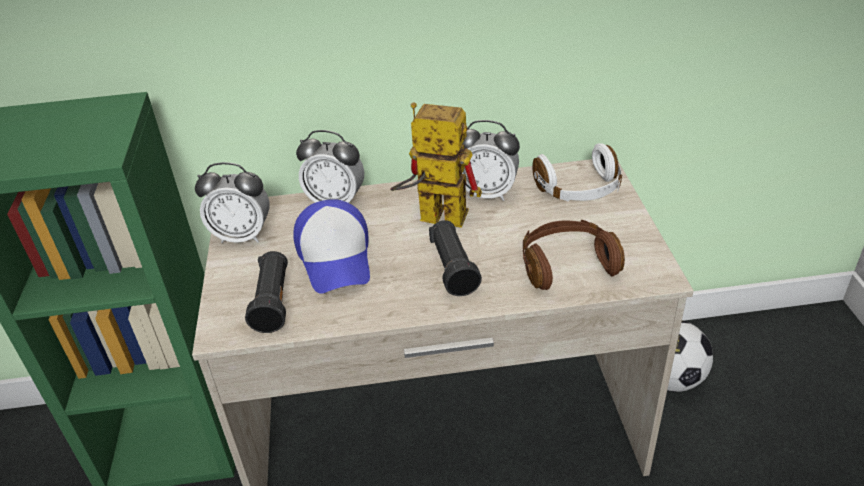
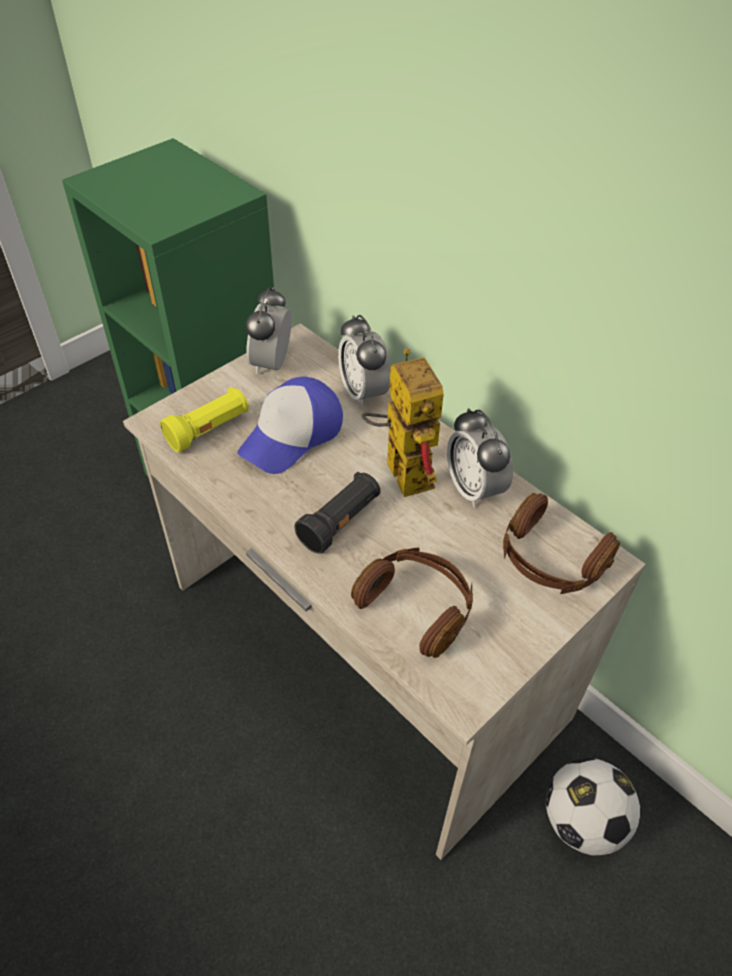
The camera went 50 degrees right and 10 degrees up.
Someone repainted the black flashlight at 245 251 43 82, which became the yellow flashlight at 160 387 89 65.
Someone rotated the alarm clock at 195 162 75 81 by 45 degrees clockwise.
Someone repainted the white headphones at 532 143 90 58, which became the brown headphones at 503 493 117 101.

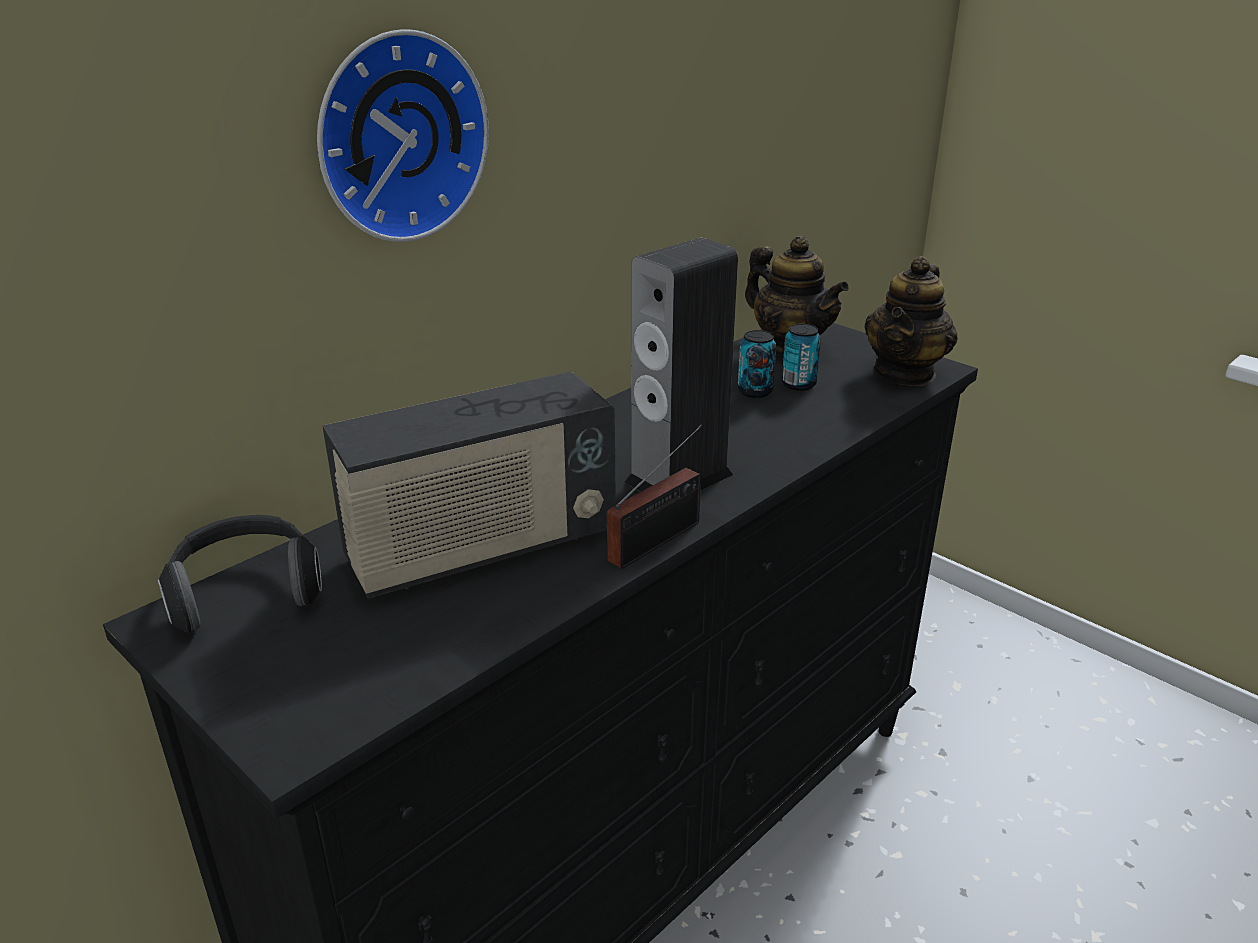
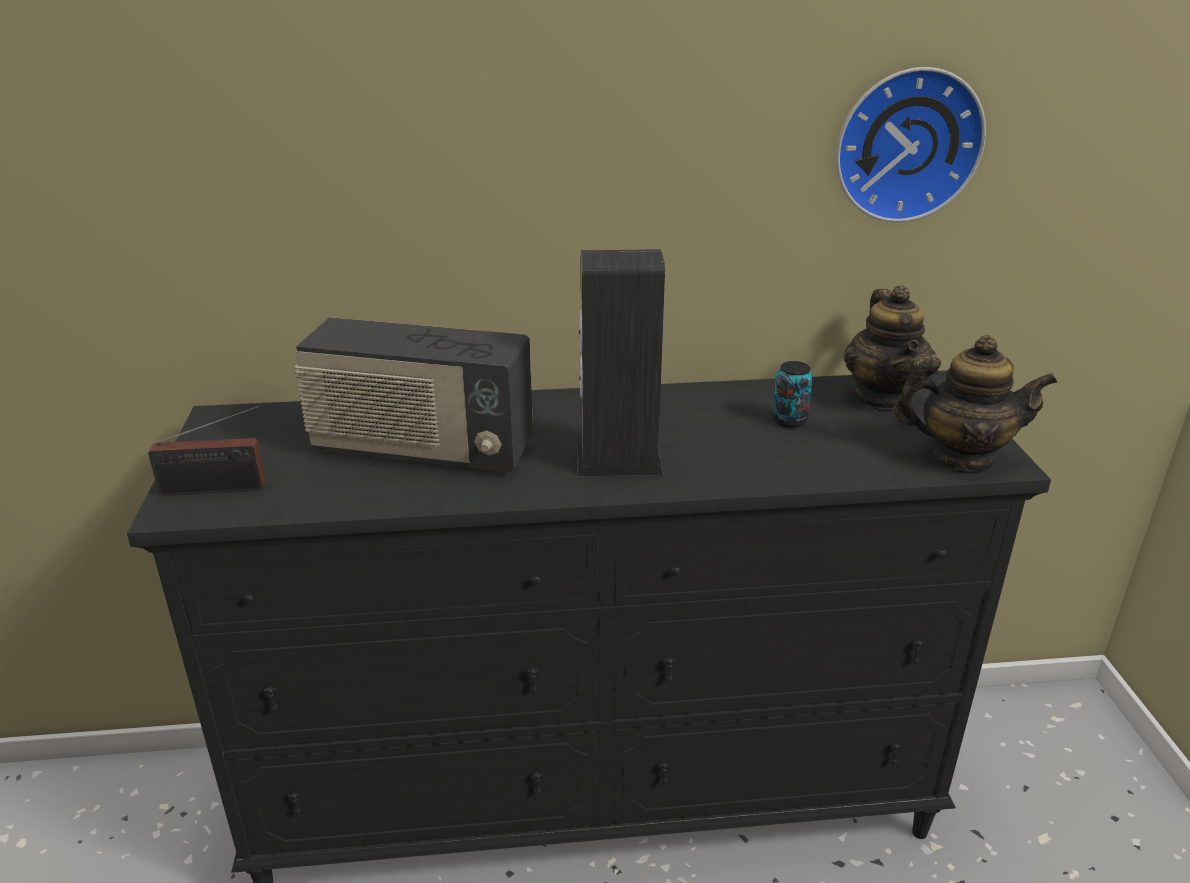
The camera went 40 degrees right and 0 degrees up.
Someone carried the radio from 607 425 95 144 to 148 405 117 91.
Someone carried the wall clock from 317 30 172 212 to 836 67 150 155.
Someone rotated the teapot at 865 256 93 130 by 150 degrees counterclockwise.
Someone took away the headphones at 158 515 164 117.
Someone took away the can at 782 324 39 67.

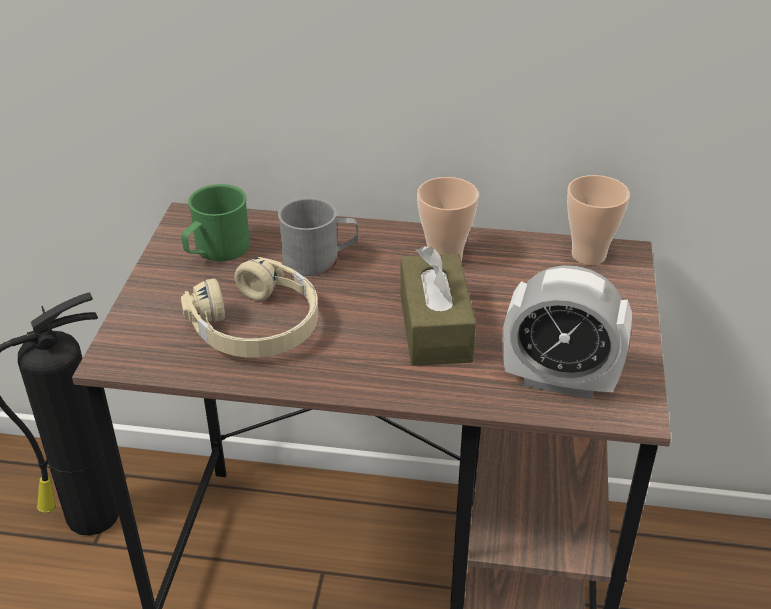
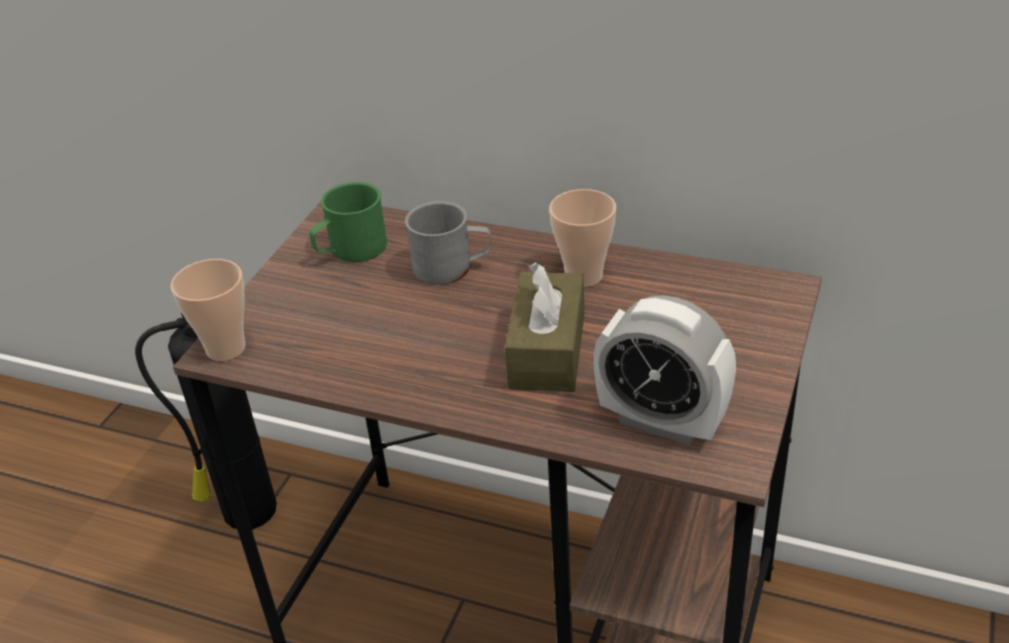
The camera went 15 degrees right and 0 degrees up.
Someone carried the cup from 567 175 63 90 to 171 259 74 102.
Someone took away the beige headphones at 181 257 137 101.

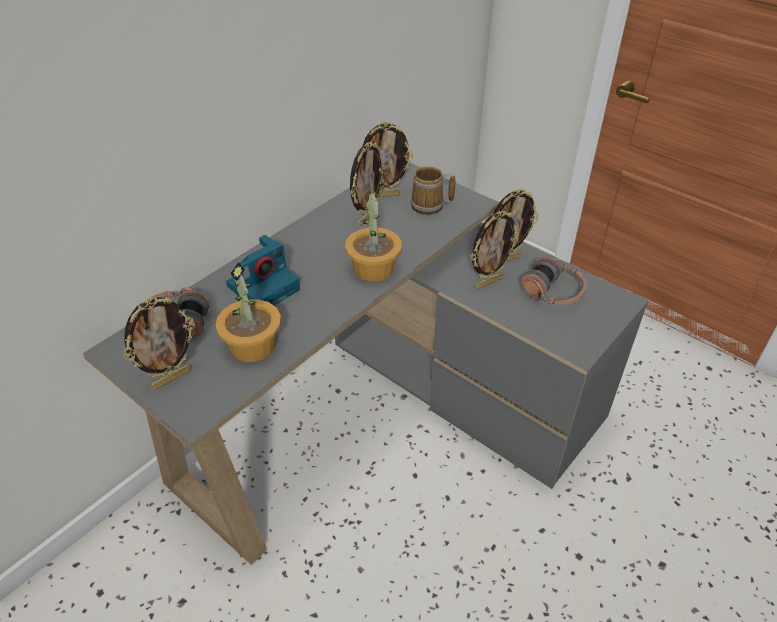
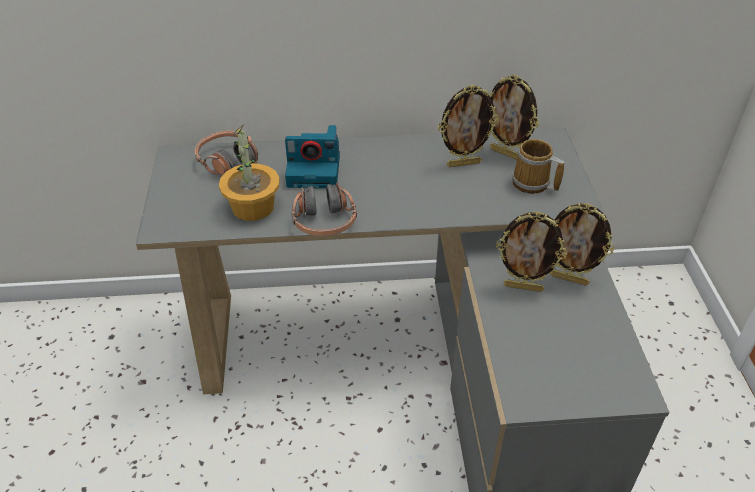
The camera went 45 degrees right and 0 degrees up.
Someone carried the headphones from 521 257 66 48 to 291 183 66 53.
Someone took away the picture frame at 123 297 72 93.
Someone took away the potted plant at 345 188 57 94.

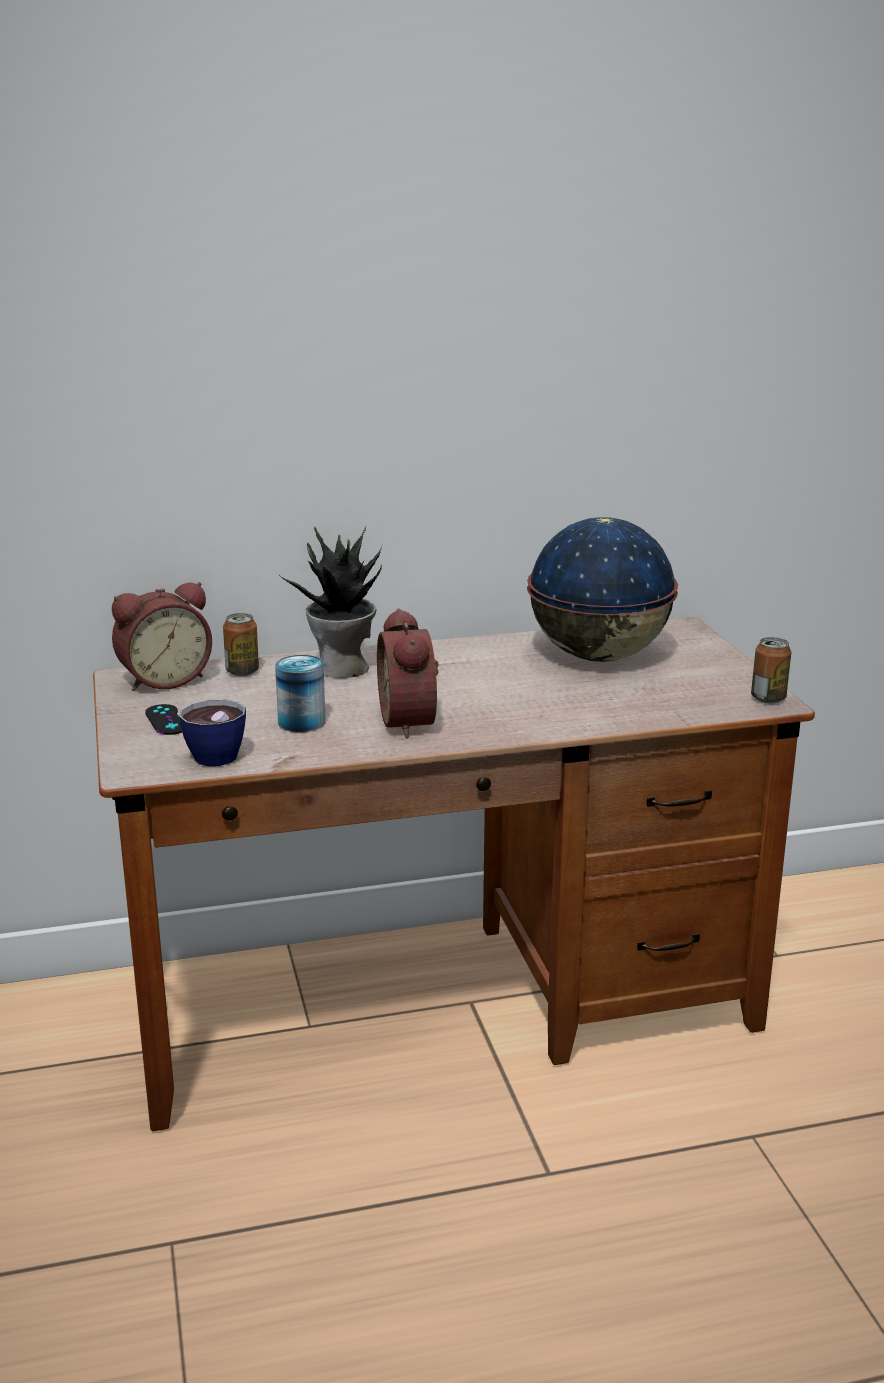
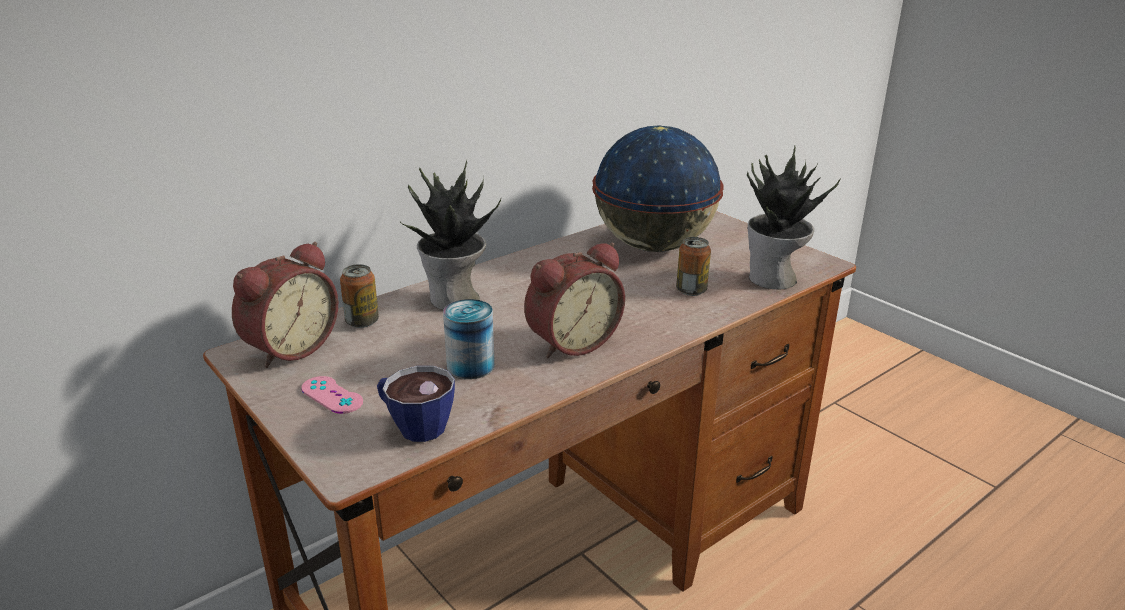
The camera went 25 degrees left and 5 degrees up.
Someone repainted the black game controller at 145 704 37 31, which became the pink game controller at 301 376 62 38.
Someone rotated the alarm clock at 377 608 62 131 by 90 degrees counterclockwise.
Someone carried the can from 751 637 40 66 to 676 237 35 59.
Someone put down the potted plant at 747 145 94 145.

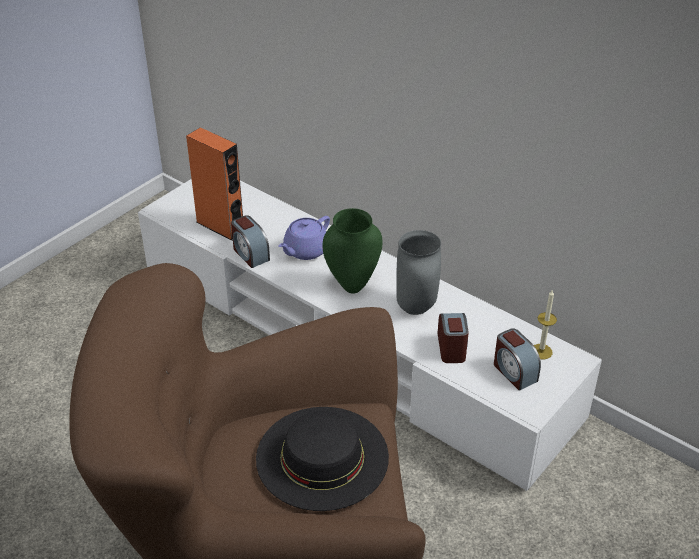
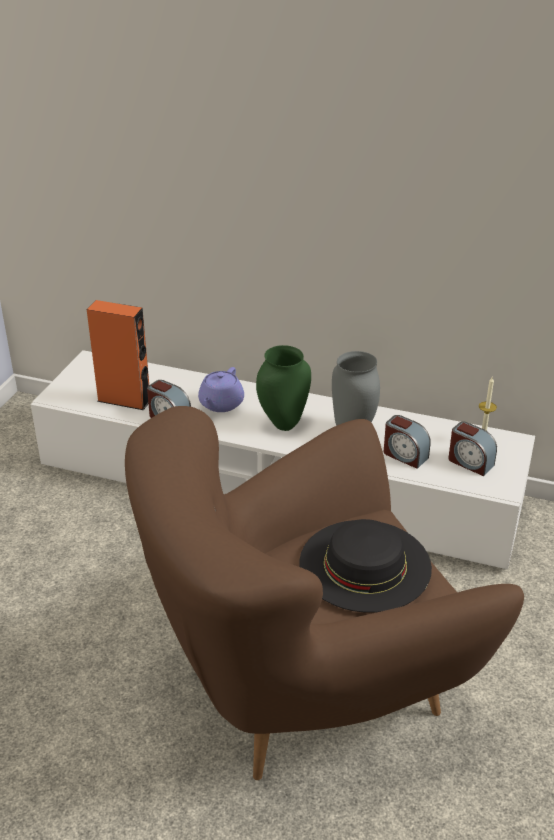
The camera went 20 degrees left and 5 degrees down.
Someone rotated the alarm clock at 438 313 31 50 by 150 degrees clockwise.

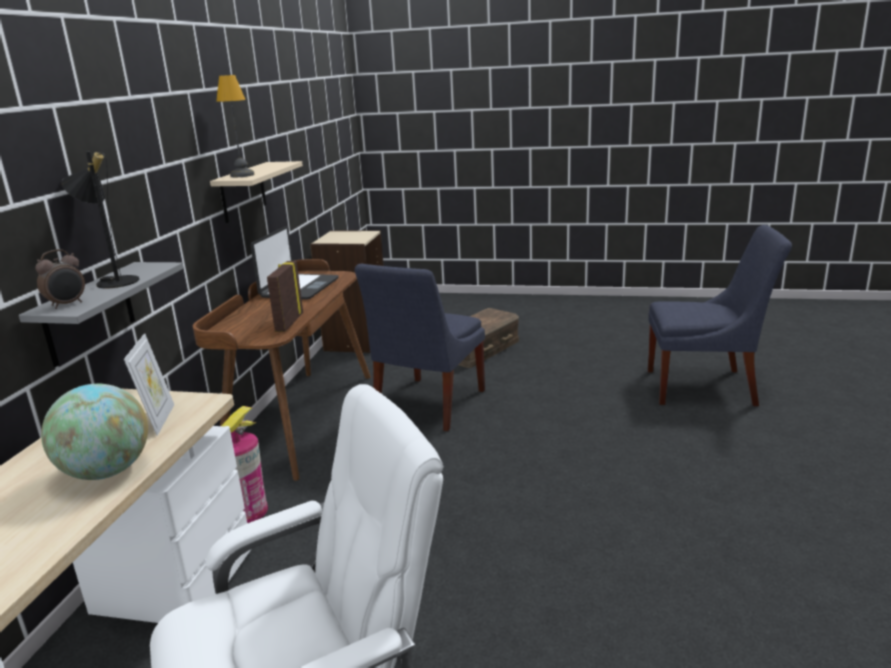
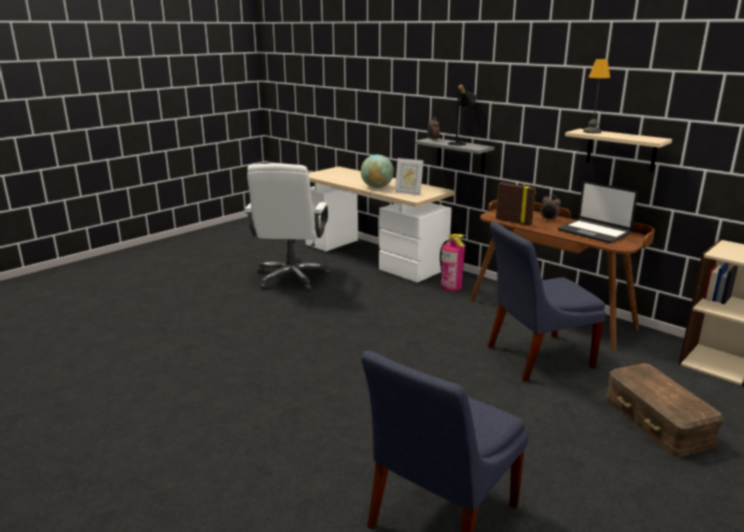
The camera went 120 degrees right and 0 degrees up.
Someone rotated the blue chair at 355 264 130 167 by 75 degrees counterclockwise.
Someone put down the alarm clock at 540 195 21 27.

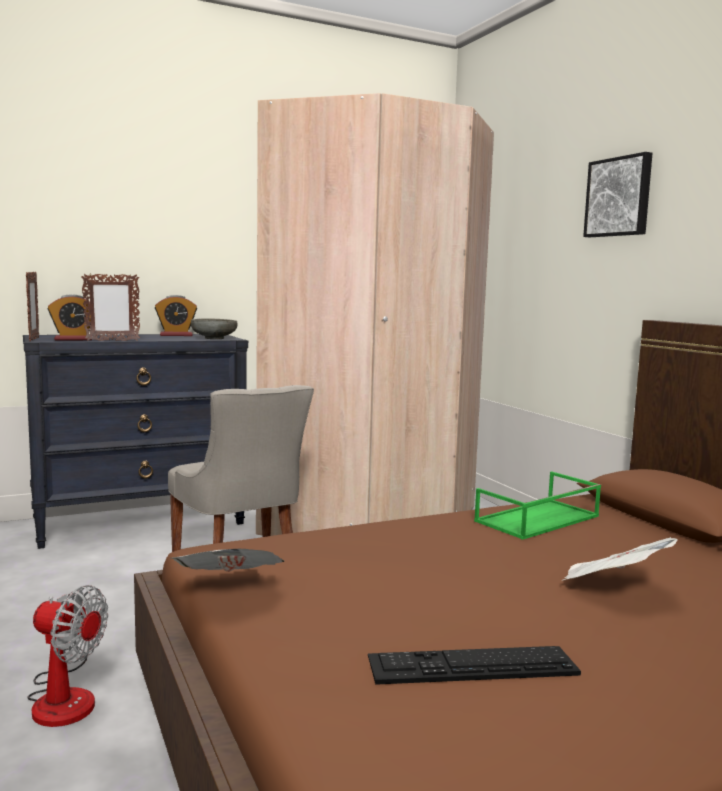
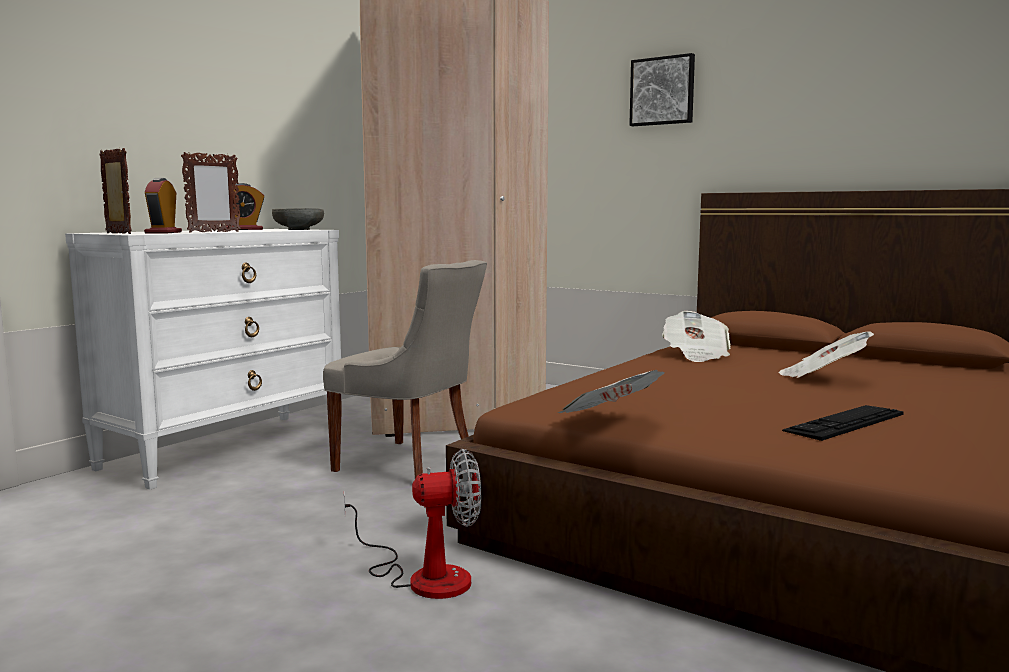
The camera went 30 degrees left and 0 degrees up.
Someone repainted the black dresser at 23 334 225 215, which became the white dresser at 65 229 277 261.
Someone rotated the alarm clock at 47 294 45 46 by 135 degrees clockwise.
Someone swapped the green tray at 474 471 127 69 for the newspaper at 662 311 69 51.

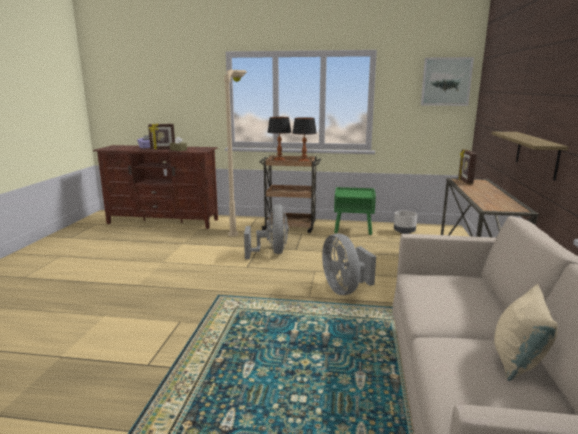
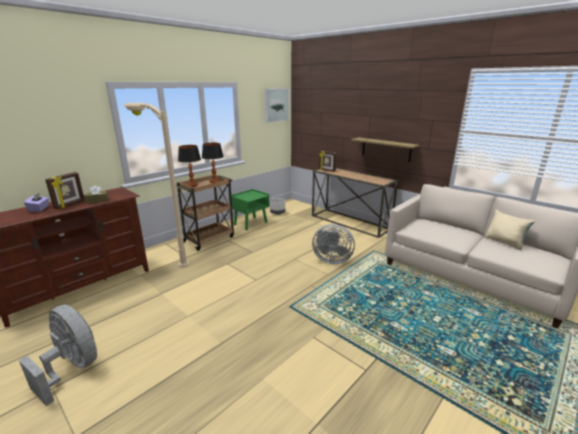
The camera went 55 degrees left and 5 degrees up.
Someone carried the grey fan from 244 204 44 55 to 19 304 78 102.

